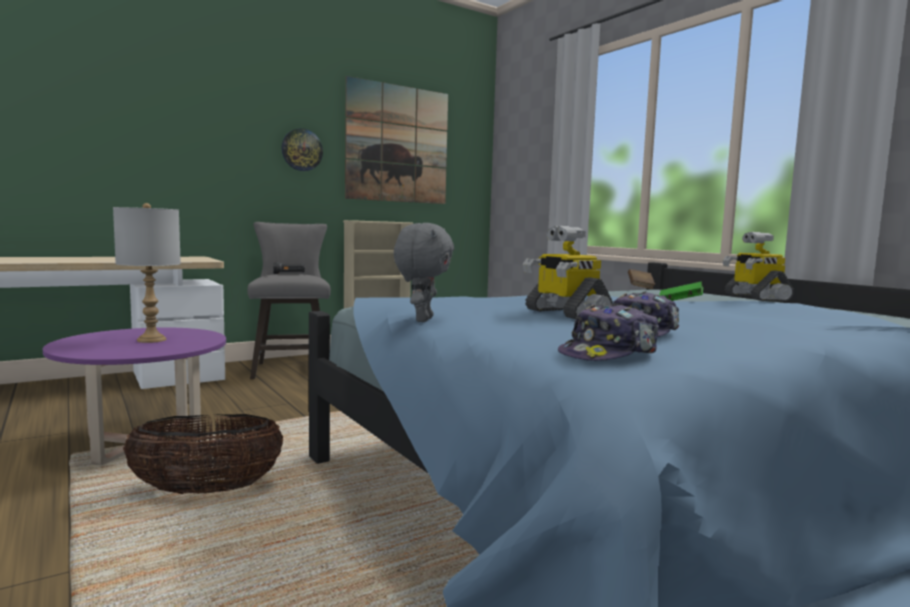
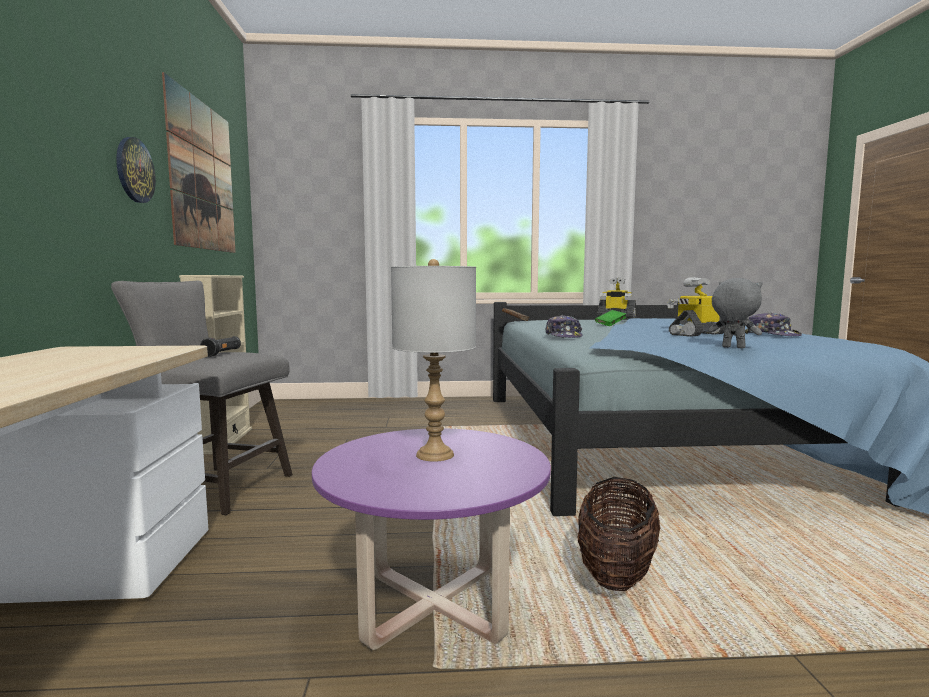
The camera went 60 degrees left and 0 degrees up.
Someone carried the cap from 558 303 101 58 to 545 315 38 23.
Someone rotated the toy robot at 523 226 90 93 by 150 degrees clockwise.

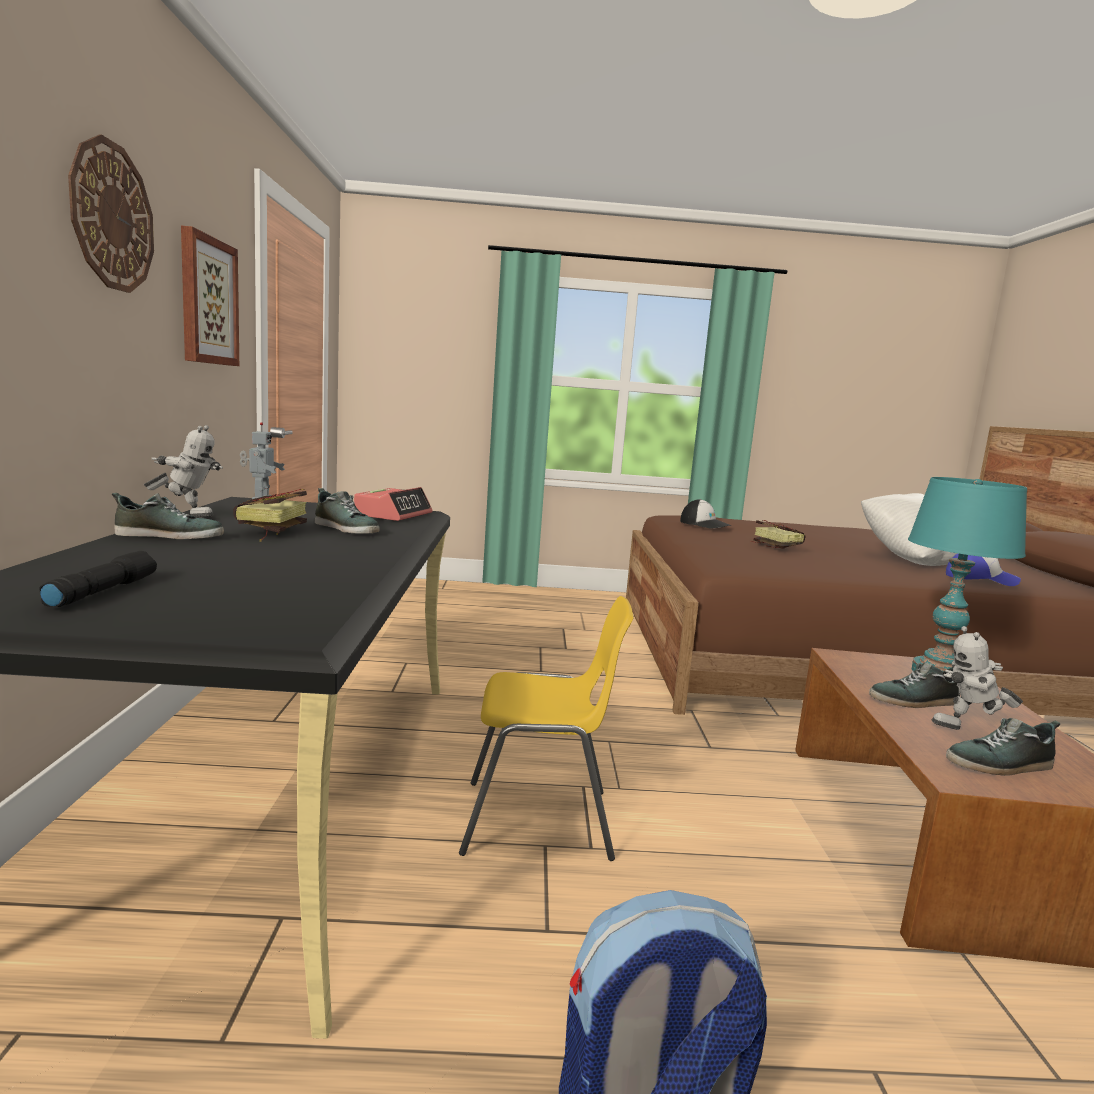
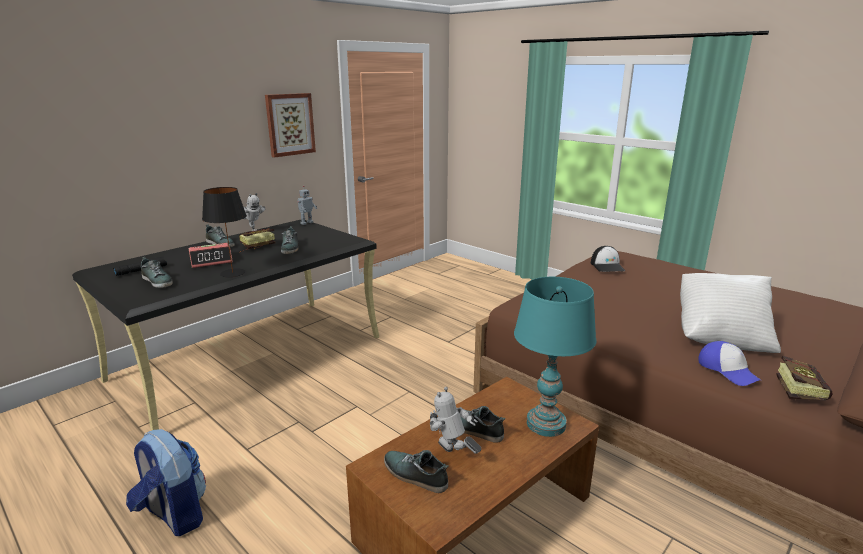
The camera went 45 degrees right and 10 degrees up.
Someone put down the shoe at 141 257 32 31.
Someone carried the alarm clock from 354 487 78 34 to 189 243 44 25.
Someone put down the black table lamp at 202 187 45 90.
Someone carried the book from 751 520 55 29 to 776 356 56 45.
Someone took away the wall clock at 68 134 86 159.
Someone took away the yellow chair at 459 596 174 265.

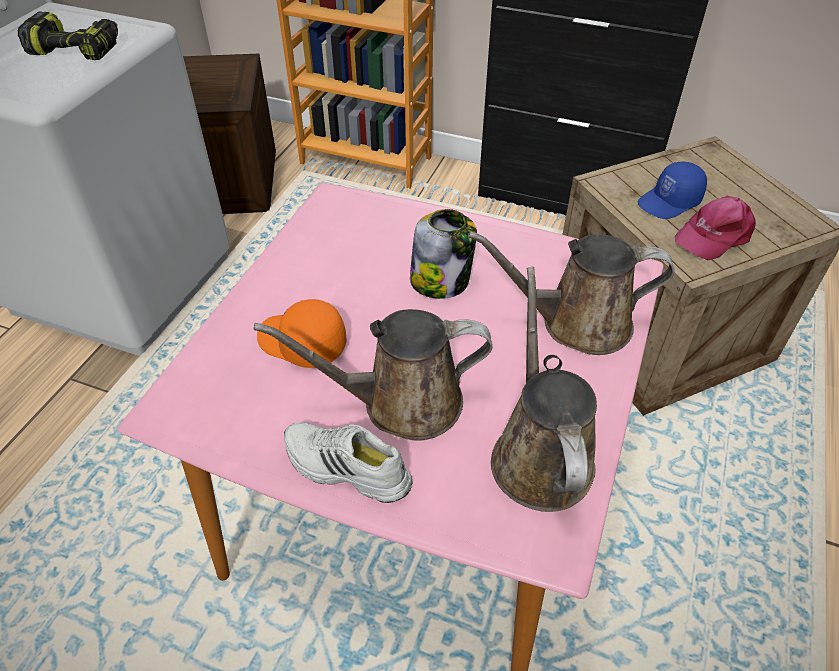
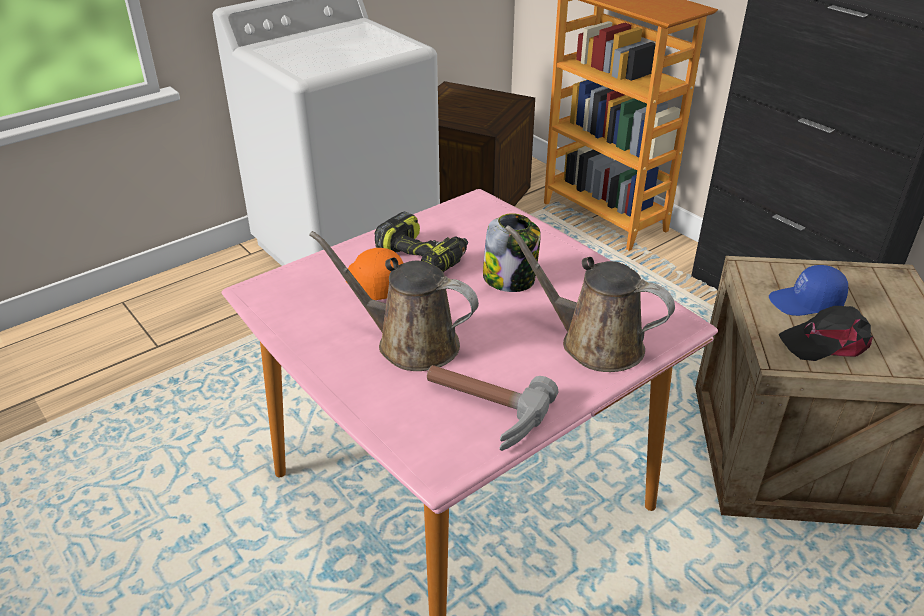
The camera went 30 degrees right and 10 degrees down.
Someone carried the power drill from 18 11 100 49 to 374 212 94 60.
Someone swapped the brown watering can at 491 267 106 245 for the hammer at 427 365 131 86.
Someone repainted the pink cap at 675 196 81 64, which became the black cap at 778 306 95 55.
Someone took away the white shoe at 284 422 129 81.

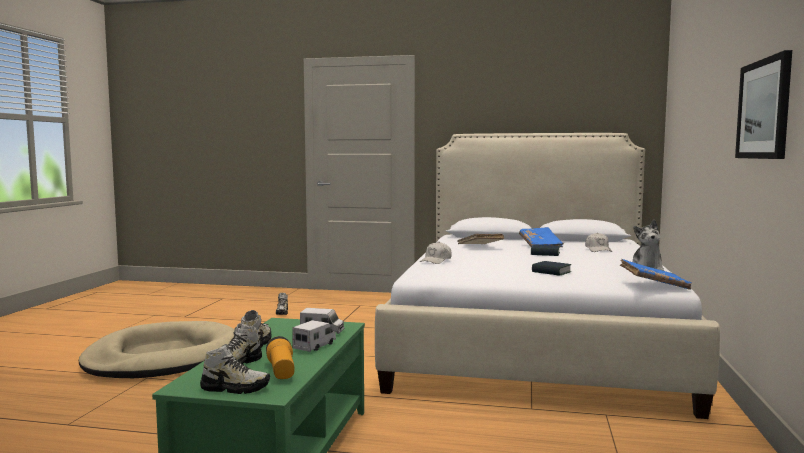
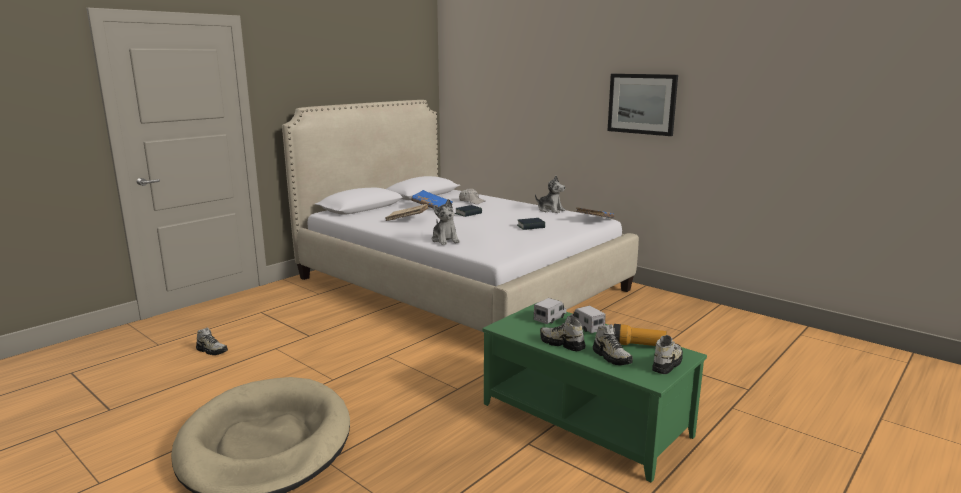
The camera went 60 degrees left and 10 degrees up.
Someone swapped the white cap at 420 242 32 22 for the plush toy at 432 199 28 46.

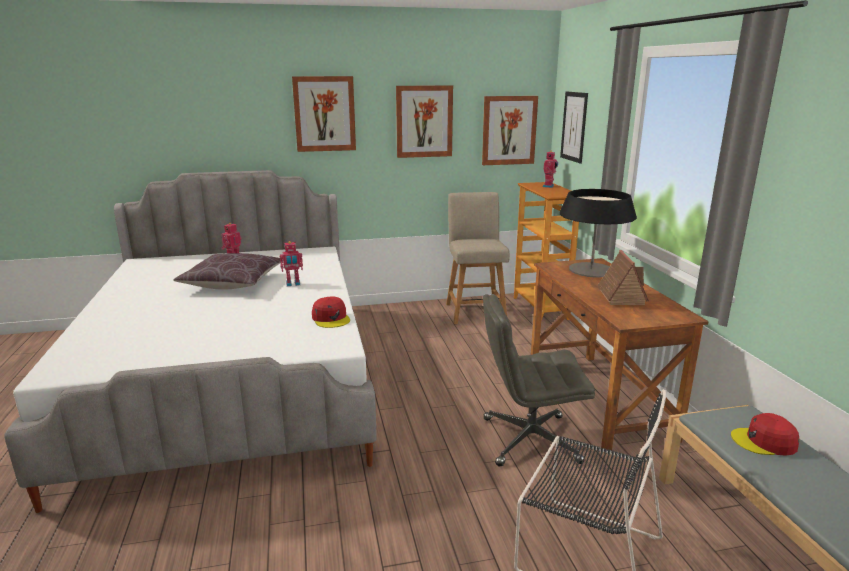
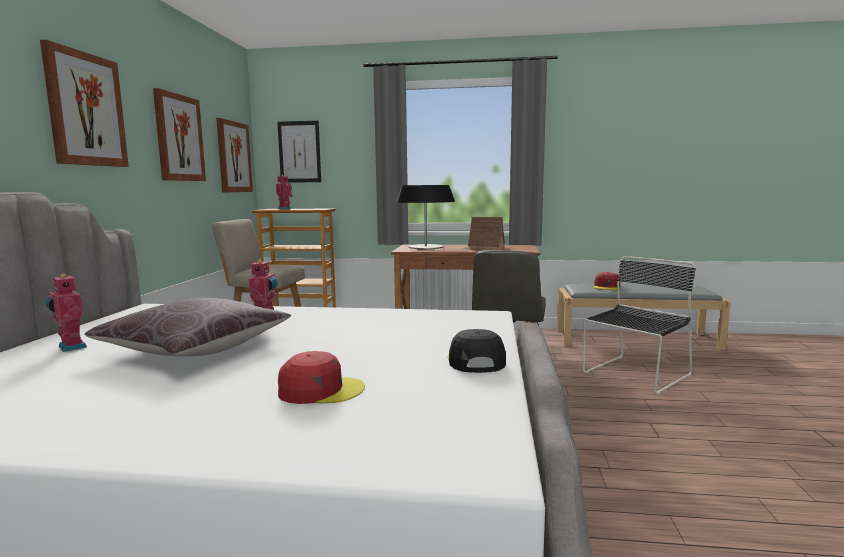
The camera went 70 degrees left and 10 degrees down.
Someone carried the red cap from 312 296 38 32 to 278 351 87 53.
Someone put down the black cap at 448 329 58 44.

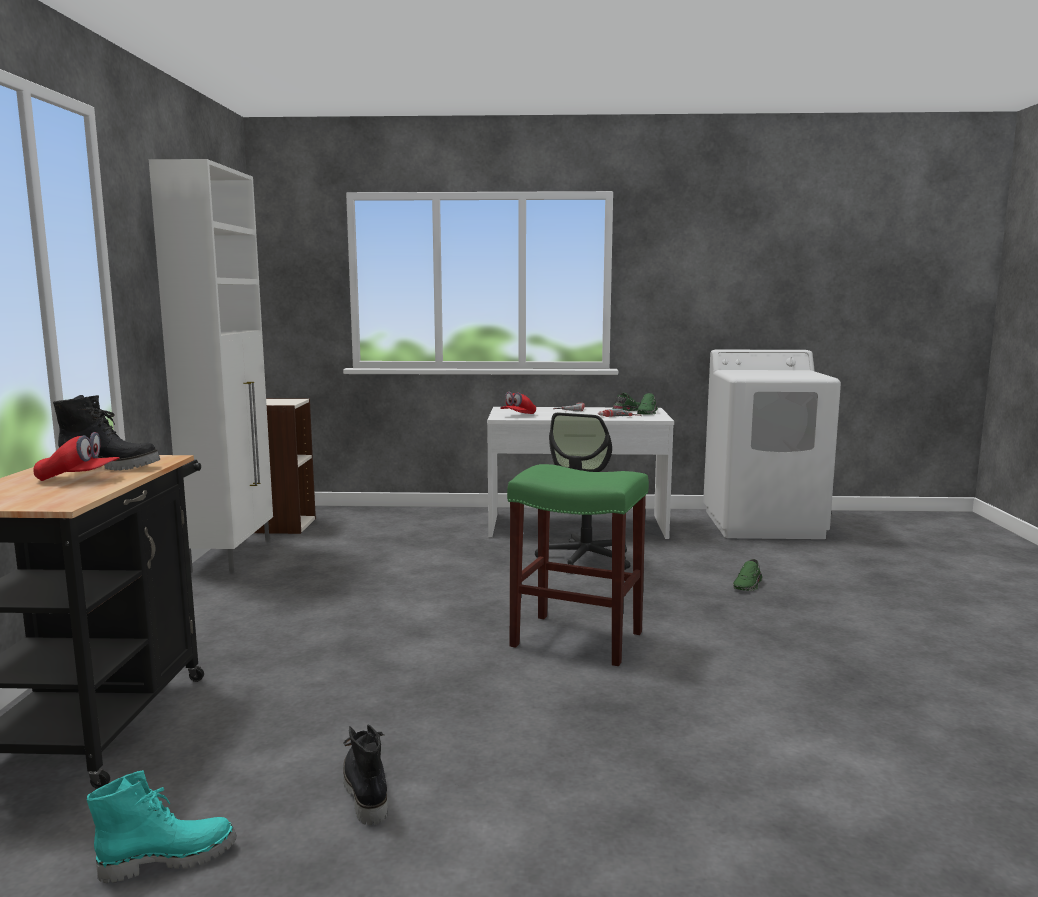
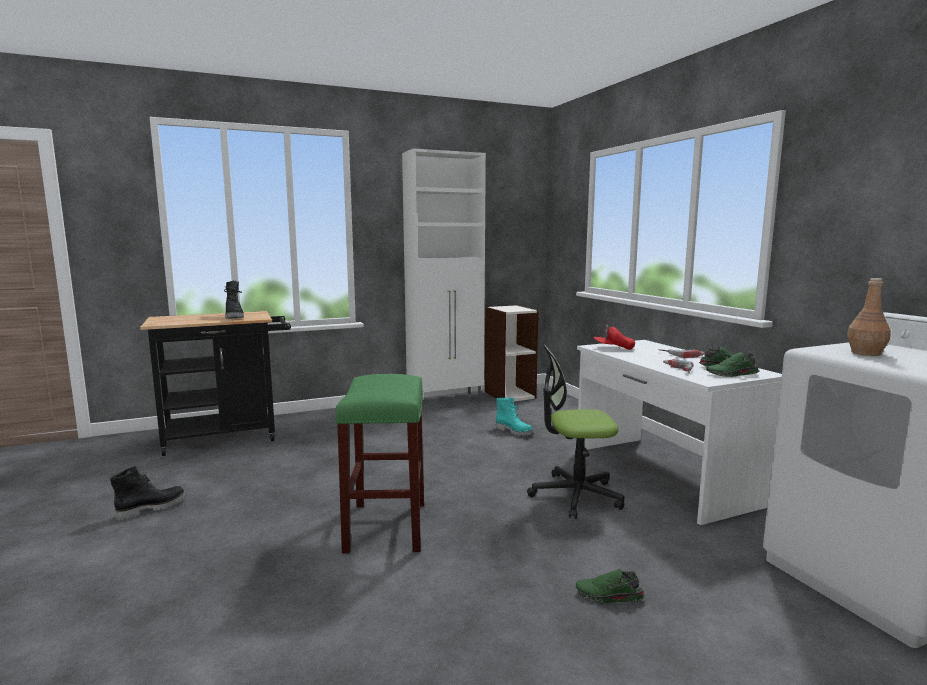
The camera went 65 degrees right and 0 degrees up.
Someone carried the turquoise boot from 87 770 150 113 to 496 397 37 39.
Someone put down the brown bottle at 847 278 44 78.
Someone took away the red cap at 33 432 87 49.

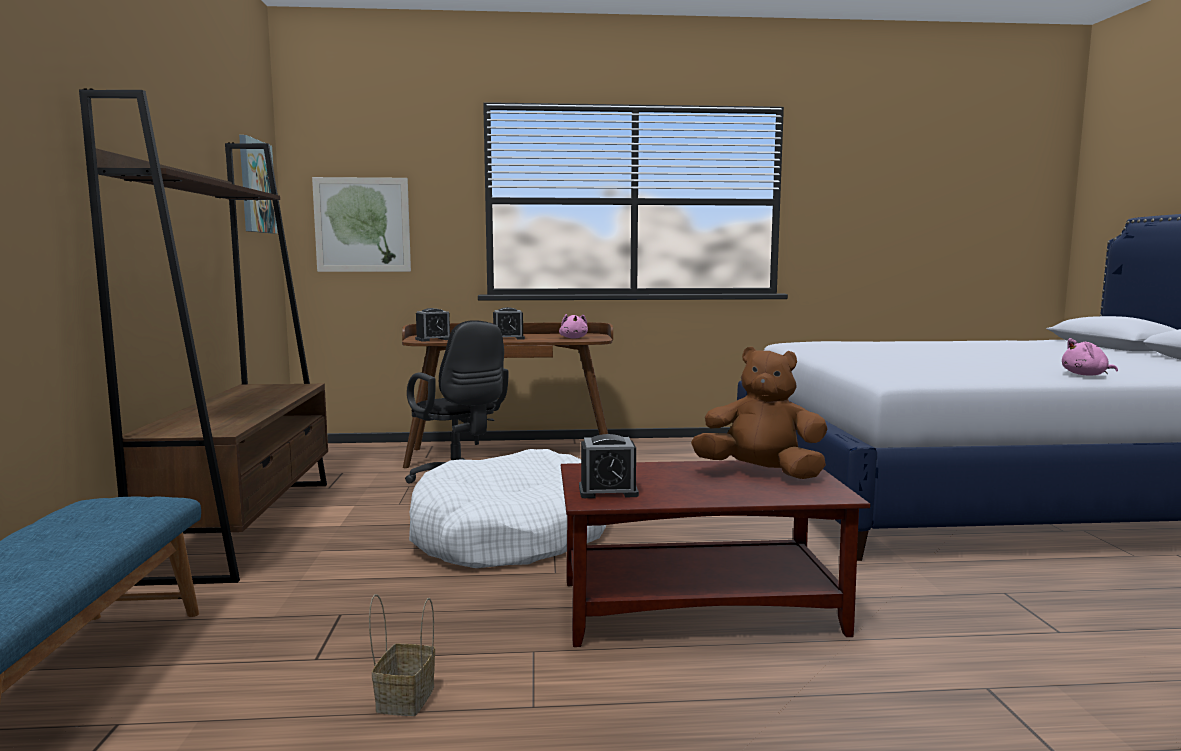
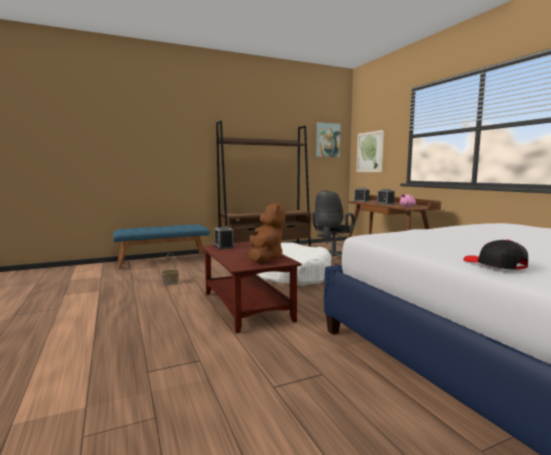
The camera went 70 degrees right and 0 degrees up.
Someone swapped the pink plush toy at 1062 338 56 38 for the black cap at 463 240 65 30.

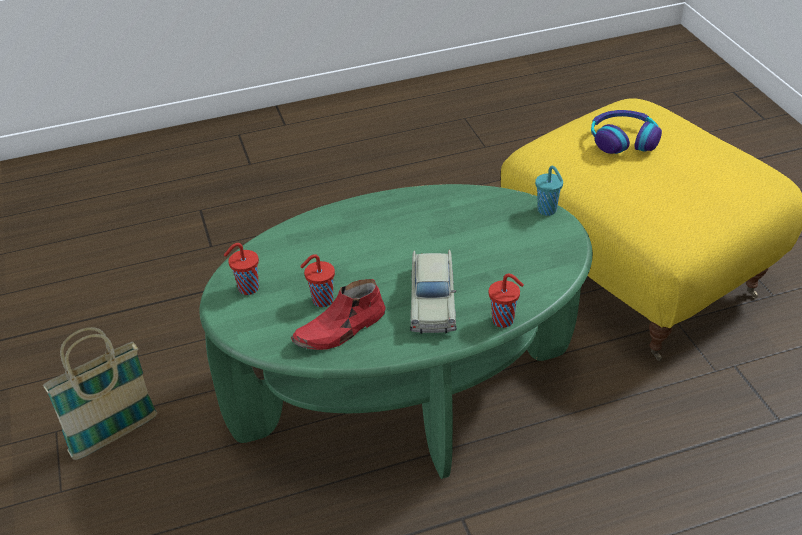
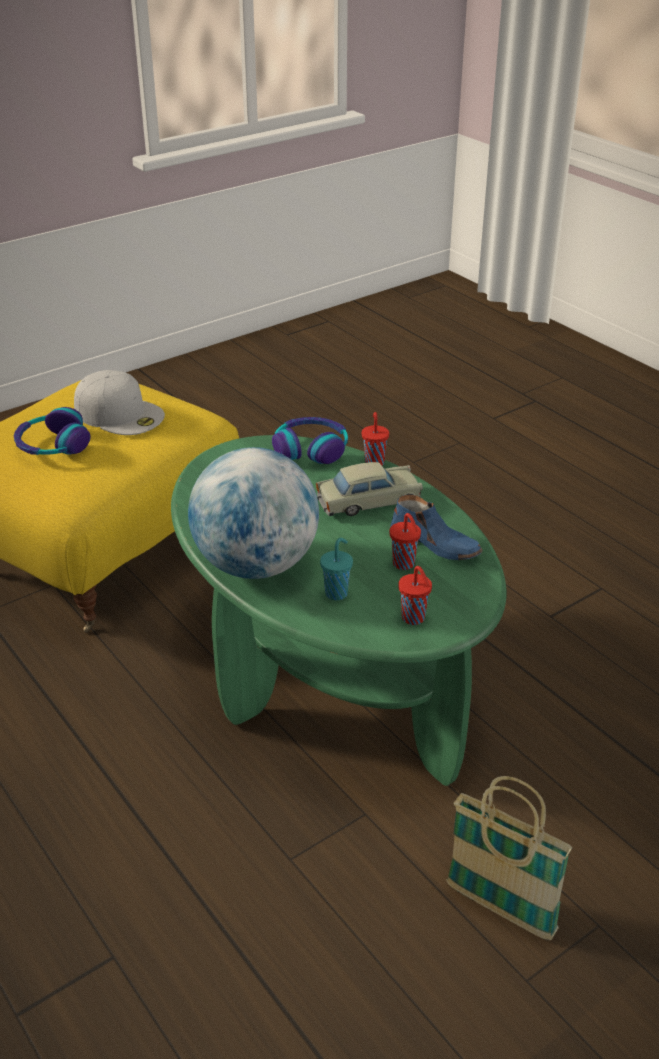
The camera went 110 degrees left and 5 degrees down.
Someone put down the white cap at 74 370 91 65.
Someone put down the globe at 188 447 131 132.
Someone put down the headphones at 272 417 76 47.
Someone carried the turquoise cup from 535 166 28 50 to 320 538 33 62.
Someone repainted the red shoe at 291 279 95 71, which became the blue shoe at 390 495 93 65.

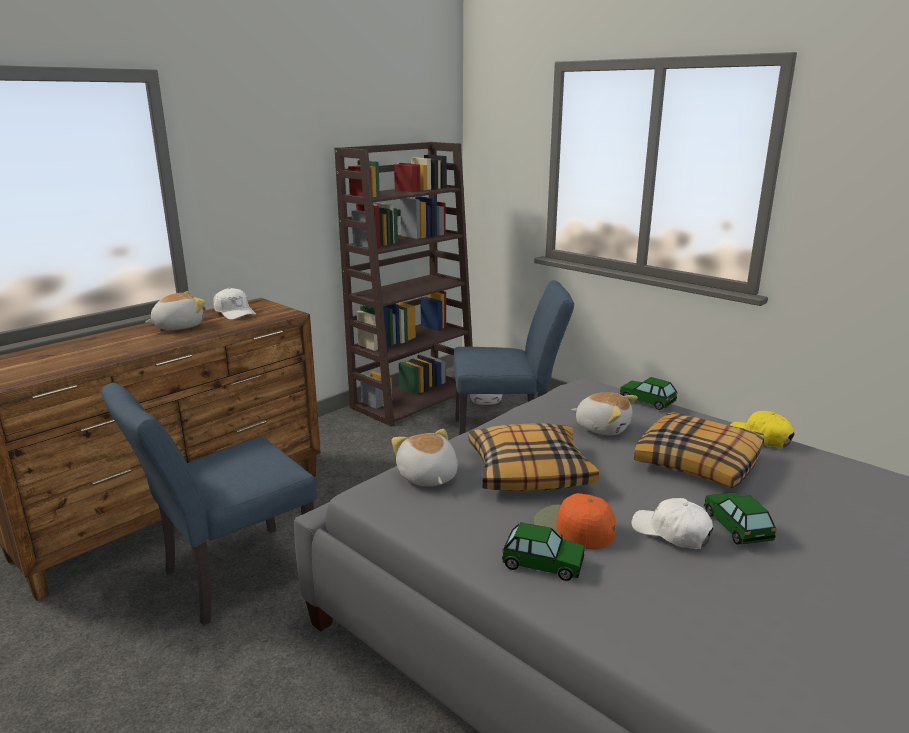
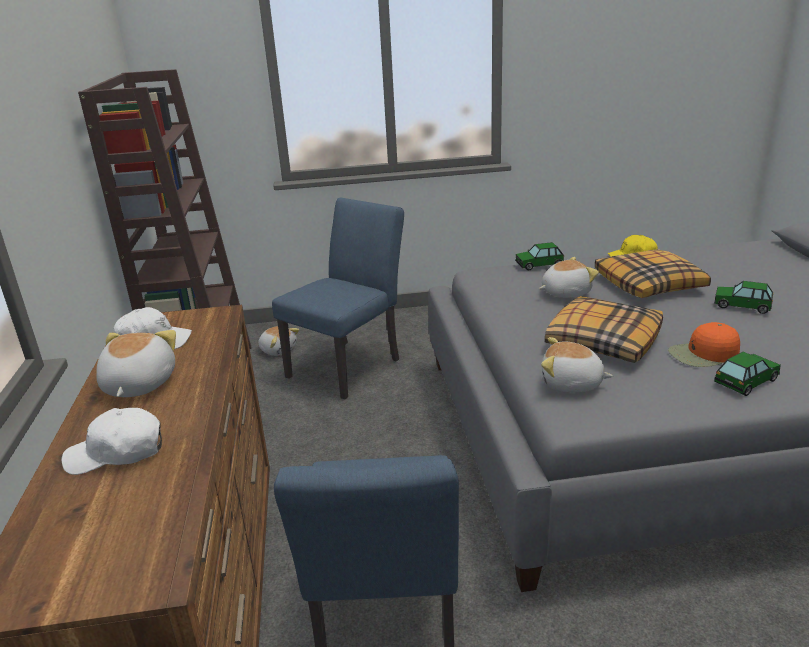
The camera went 50 degrees left and 5 degrees up.
Someone carried the white cap from 632 498 82 51 to 61 408 101 67.

